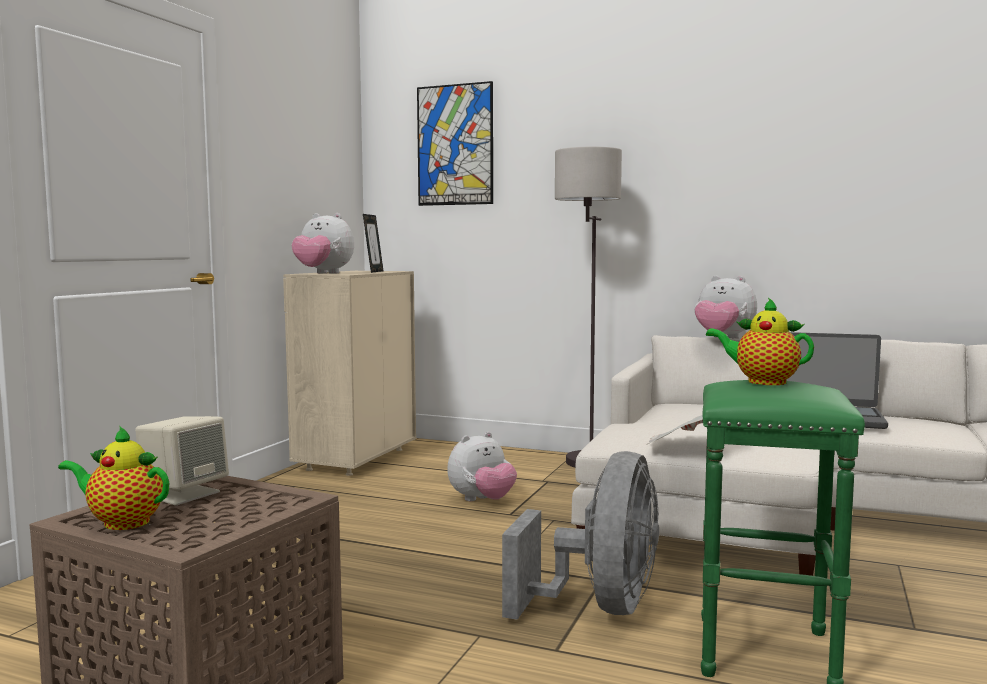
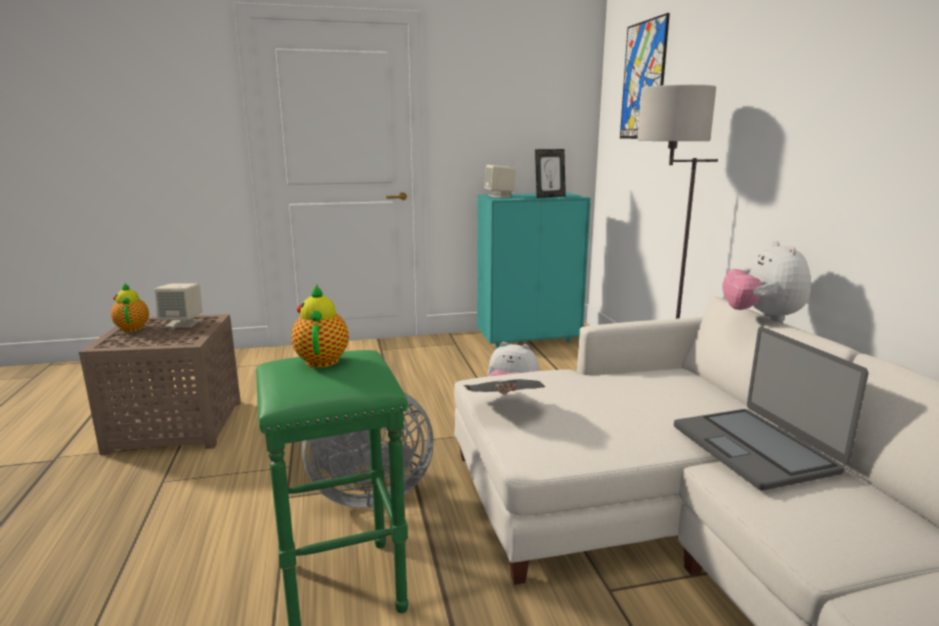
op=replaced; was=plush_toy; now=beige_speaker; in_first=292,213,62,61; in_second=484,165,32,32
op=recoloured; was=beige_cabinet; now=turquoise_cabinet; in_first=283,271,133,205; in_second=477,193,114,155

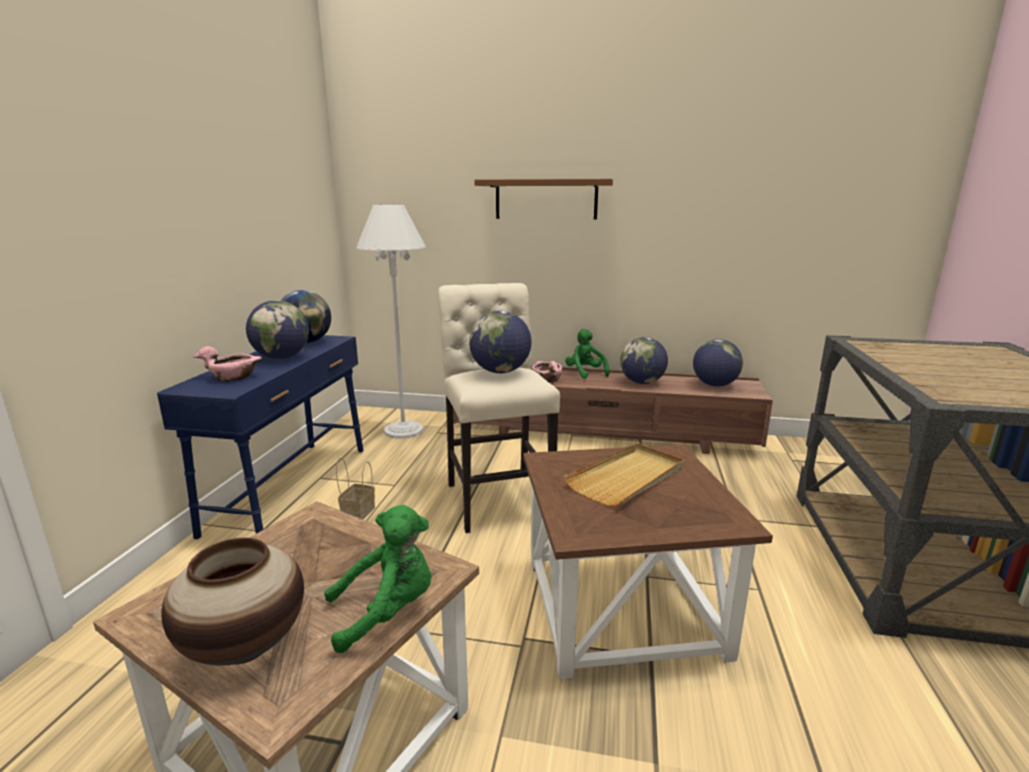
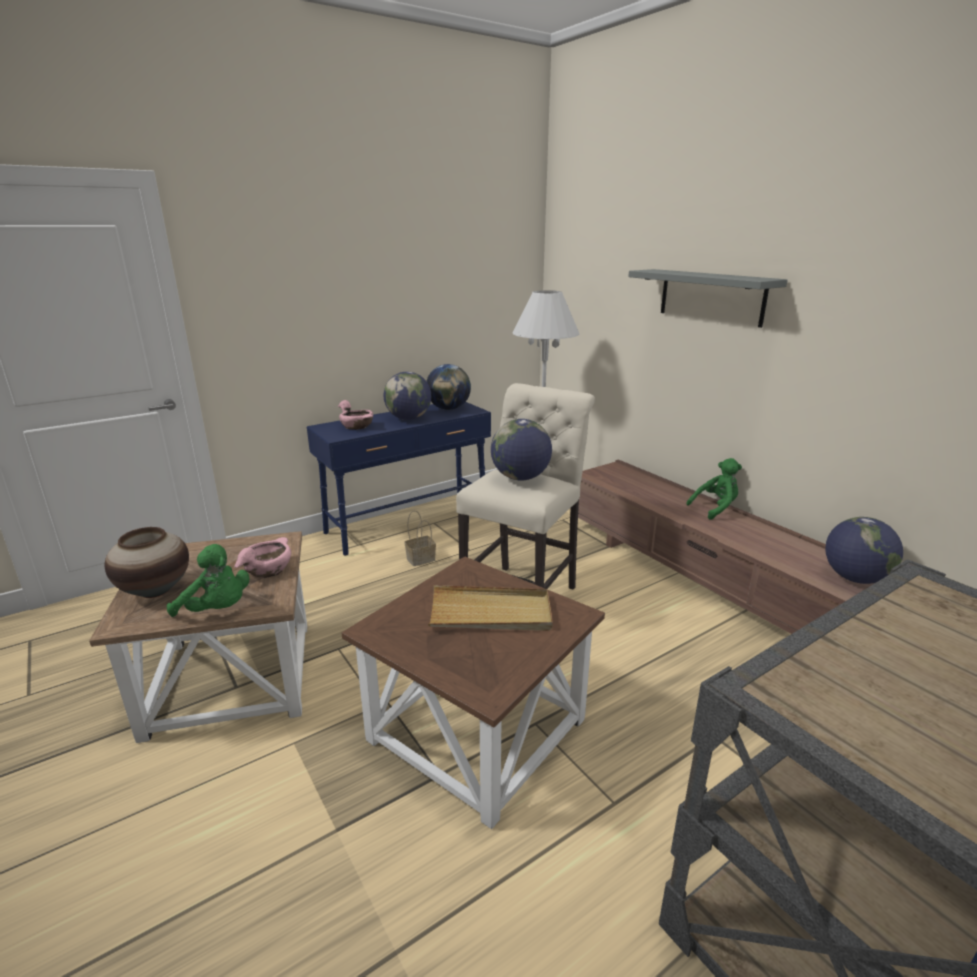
op=removed; was=globe; in_first=620,337,48,47
op=moved; was=pink_bowl; in_first=531,361,31,21; in_second=234,537,57,41
op=recoloured; was=brown_shelf; now=grey_shelf; in_first=474,179,139,41; in_second=628,269,160,59
op=turned; was=green_plush_toy; in_first=565,329,45,50; in_second=686,458,56,62; clockwise=45

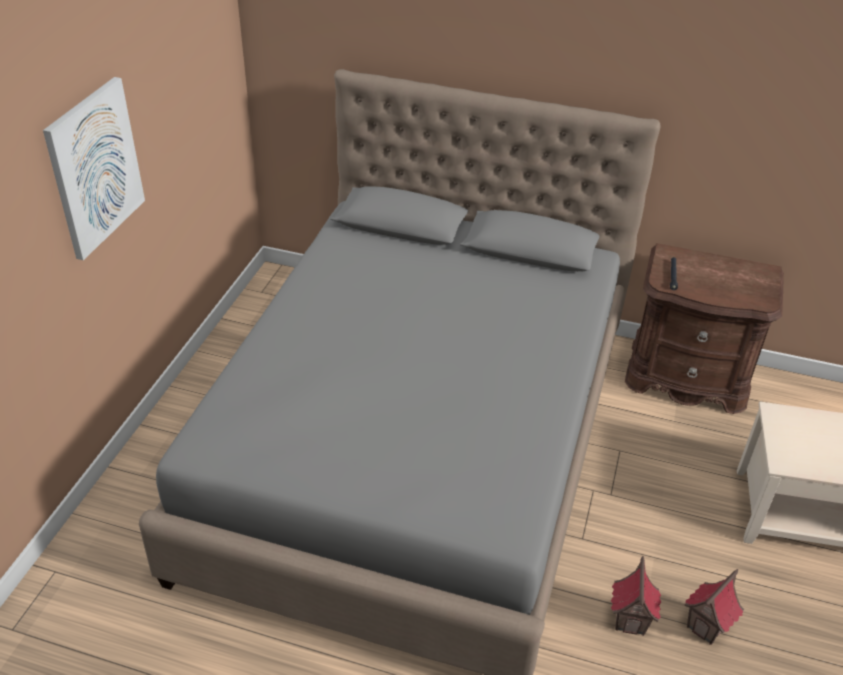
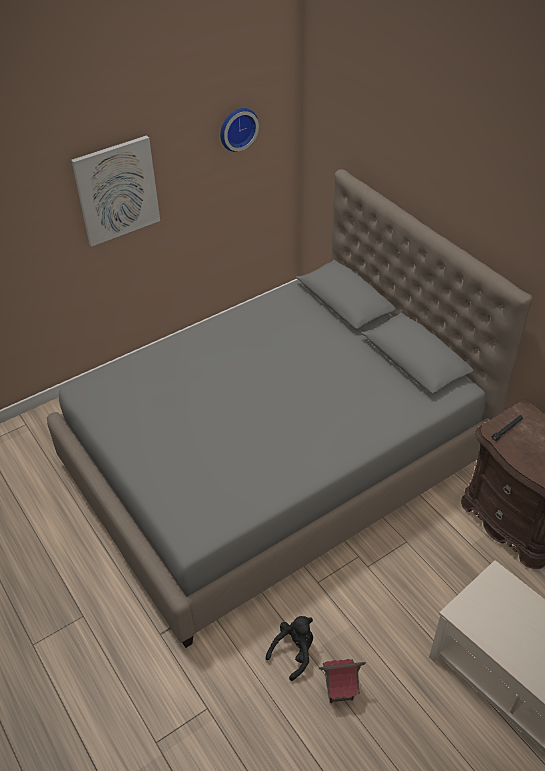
op=added; now=wall_clock; in_second=220,108,39,44
op=replaced; was=toy_house; now=black_plush_toy; in_first=611,556,50,80; in_second=266,616,47,65

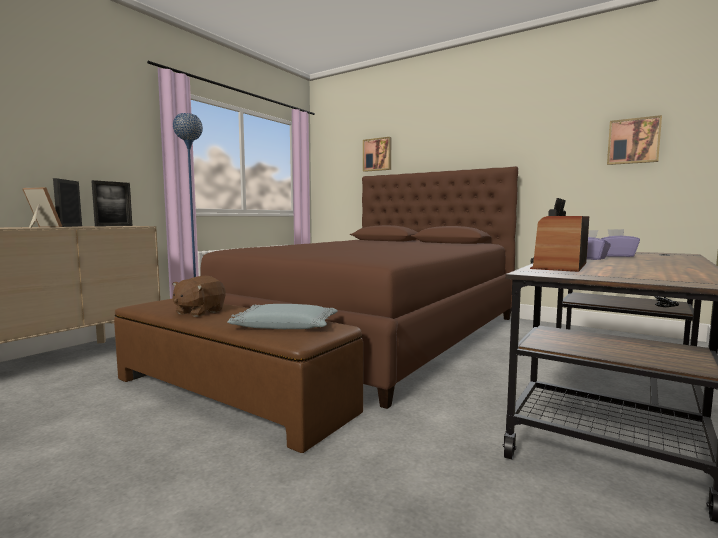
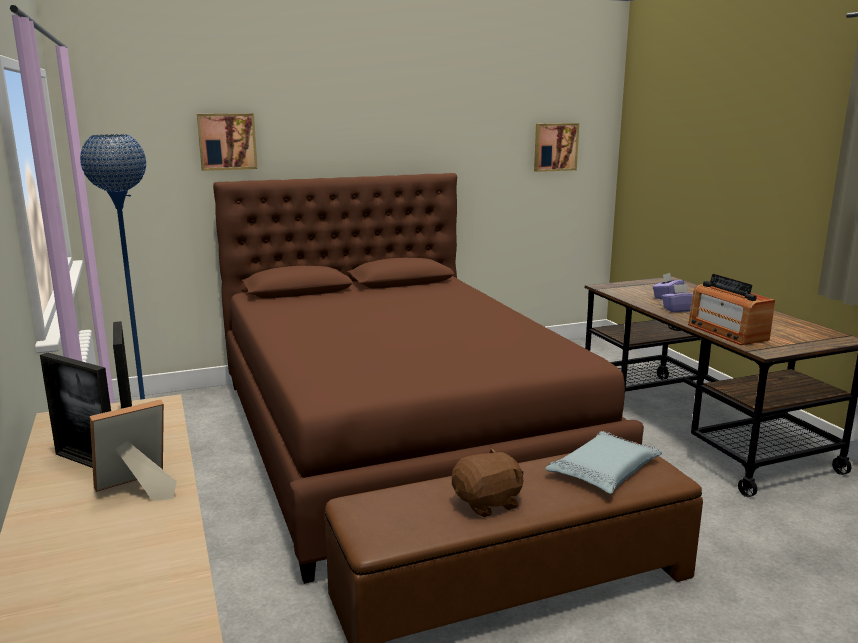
op=turned; was=brown_plush_toy; in_first=173,276,53,41; in_second=452,448,71,69; clockwise=-90

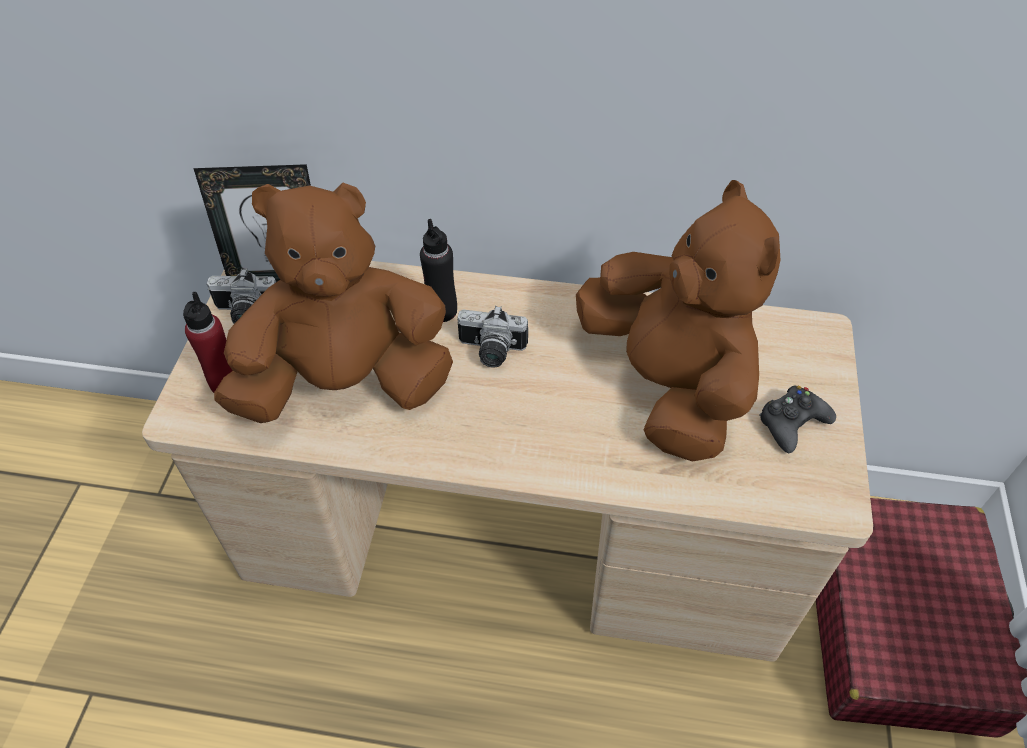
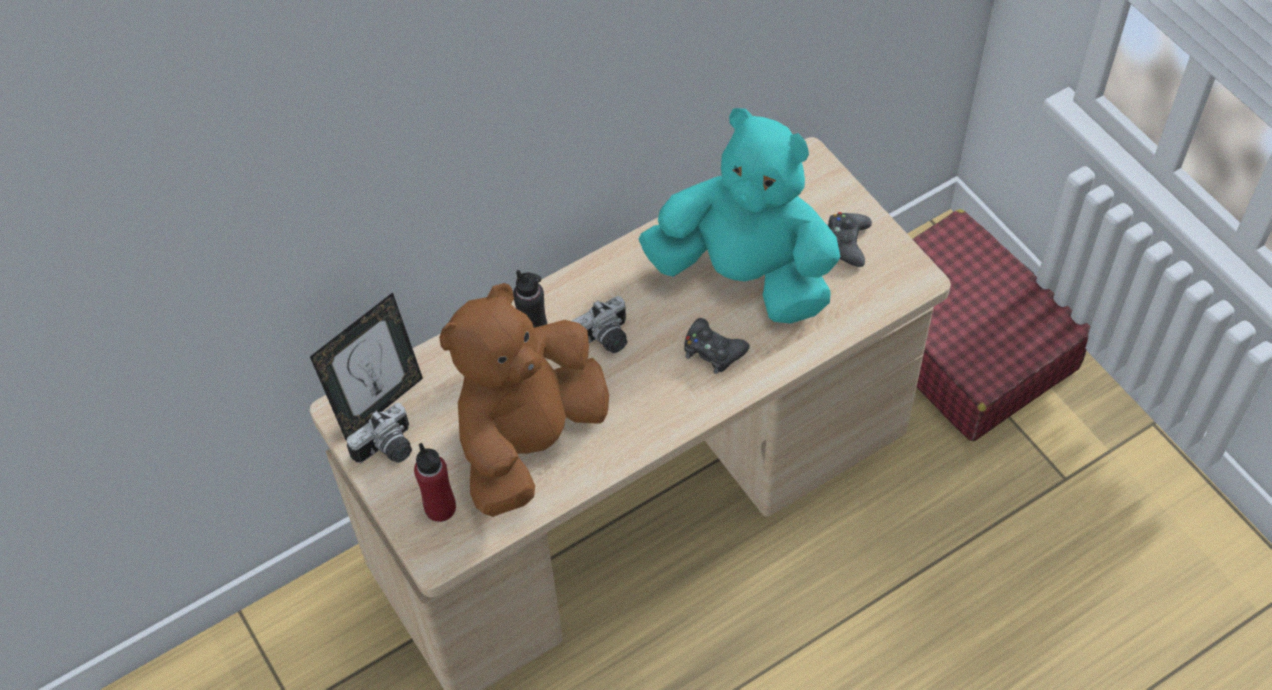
op=added; now=black_game_controller; in_second=684,318,66,56
op=recoloured; was=brown_plush_toy; now=turquoise_plush_toy; in_first=576,180,205,282; in_second=639,108,201,216

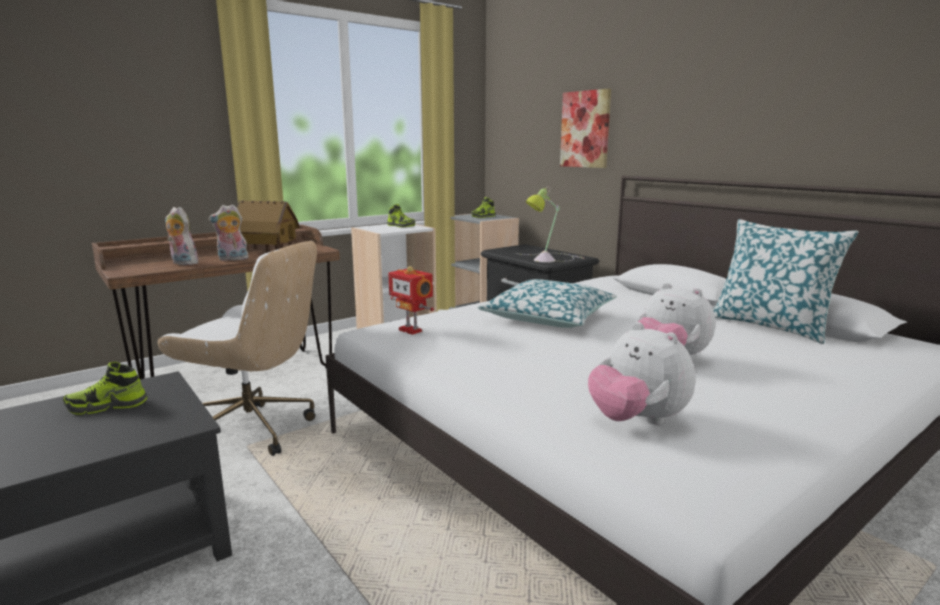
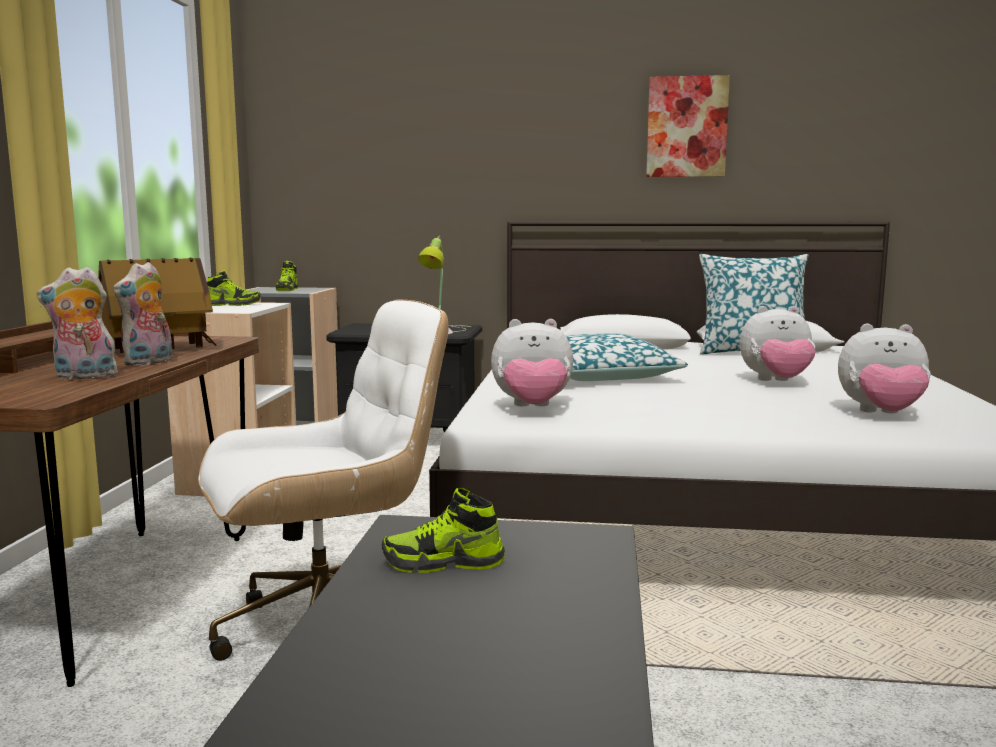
op=moved; was=picture; in_first=560,89,51,79; in_second=646,75,84,102
op=replaced; was=toy_robot; now=plush_toy; in_first=388,266,46,69; in_second=491,319,82,87
op=turned; was=shoe; in_first=63,362,84,53; in_second=382,488,123,85; clockwise=60

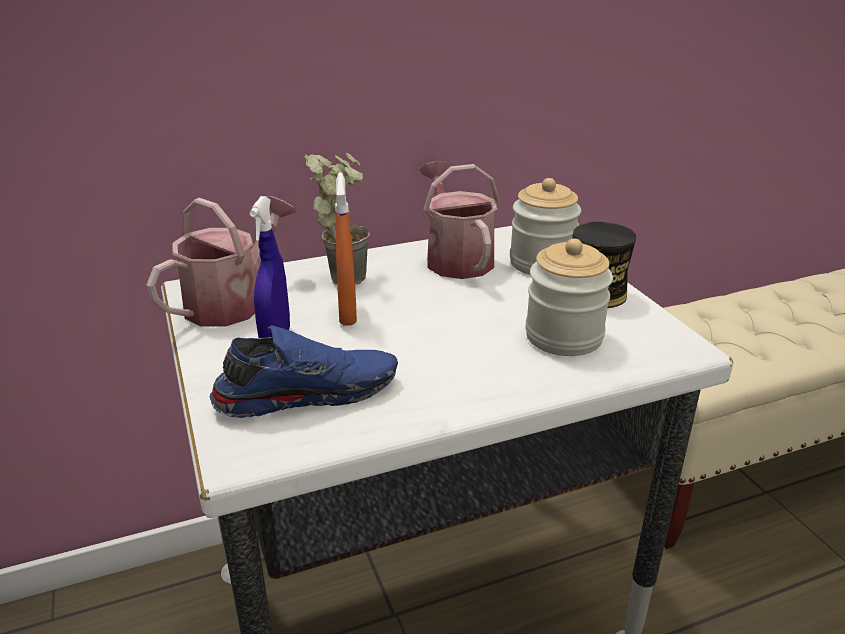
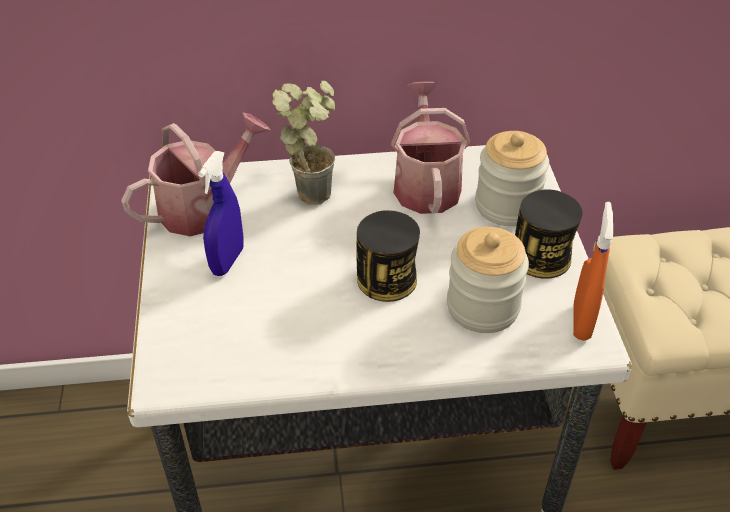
op=removed; was=blue_shoe; in_first=210,325,188,93
op=added; now=can; in_second=356,210,64,92
op=moved; was=orange_spray_bottle; in_first=335,172,22,154; in_second=573,202,40,139

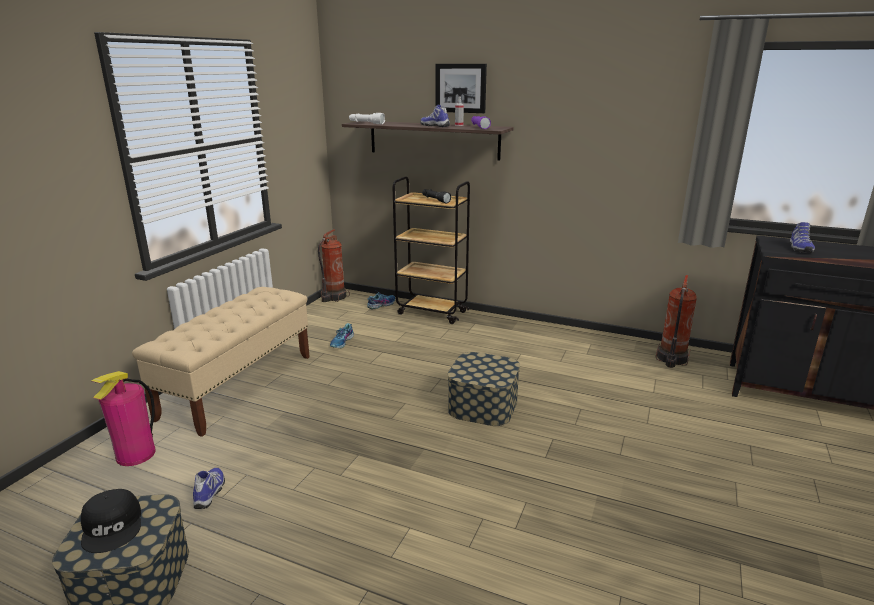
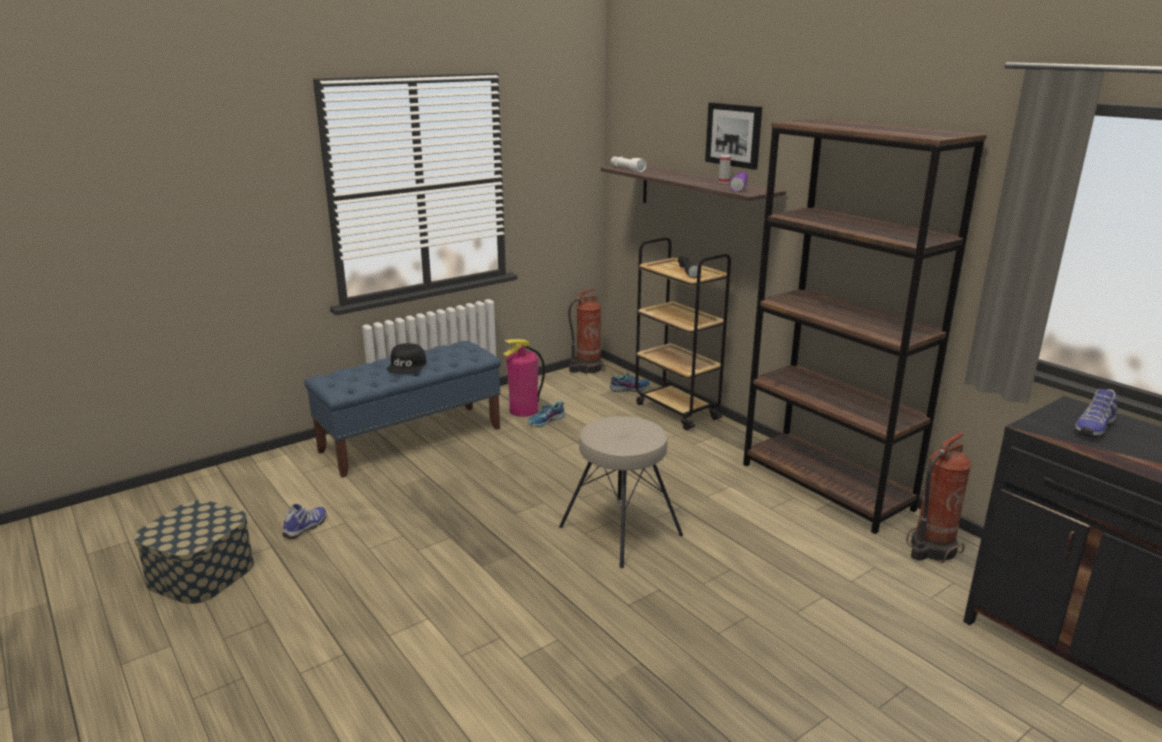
op=removed; was=shoe; in_first=420,105,30,22
op=added; now=brown_bookcase; in_second=743,118,244,416
op=moved; was=black_cap; in_first=81,489,60,64; in_second=387,343,39,31
op=moved; was=fire_extinguisher; in_first=92,371,63,95; in_second=503,339,42,78
op=replaced; was=storage_box; now=beige_stool; in_first=448,352,72,74; in_second=559,416,124,152
op=recoloured; was=beige_bench; now=blue_bench; in_first=132,287,178,150; in_second=304,341,197,137

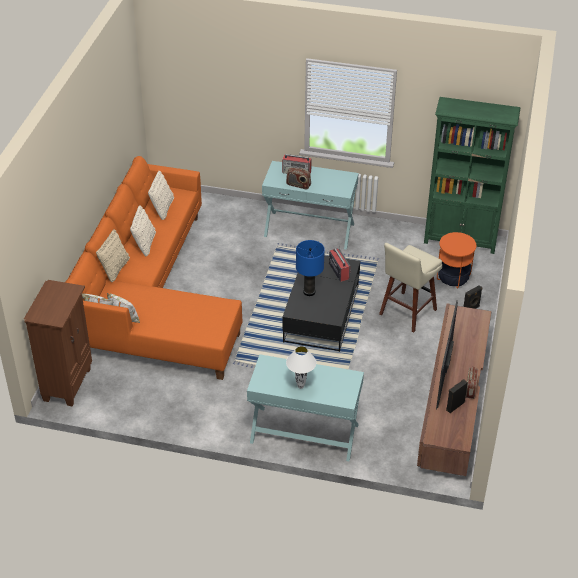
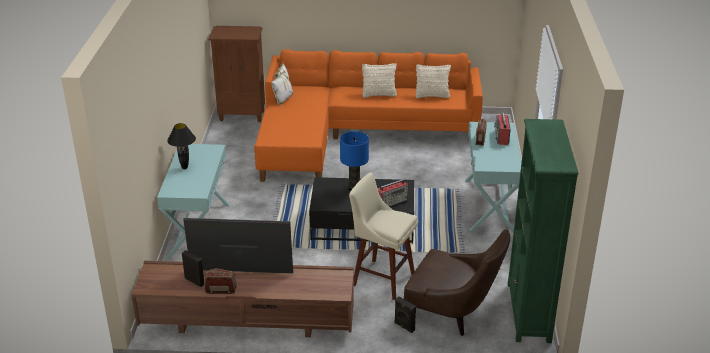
op=removed; was=beige_pillow; in_first=96,229,34,53
op=replaced; was=orange_side_table; now=brown_armchair; in_first=437,232,39,57; in_second=404,229,106,107
op=recoloured; was=white_table_lamp; now=black_table_lamp; in_first=286,346,30,43; in_second=167,123,29,46

